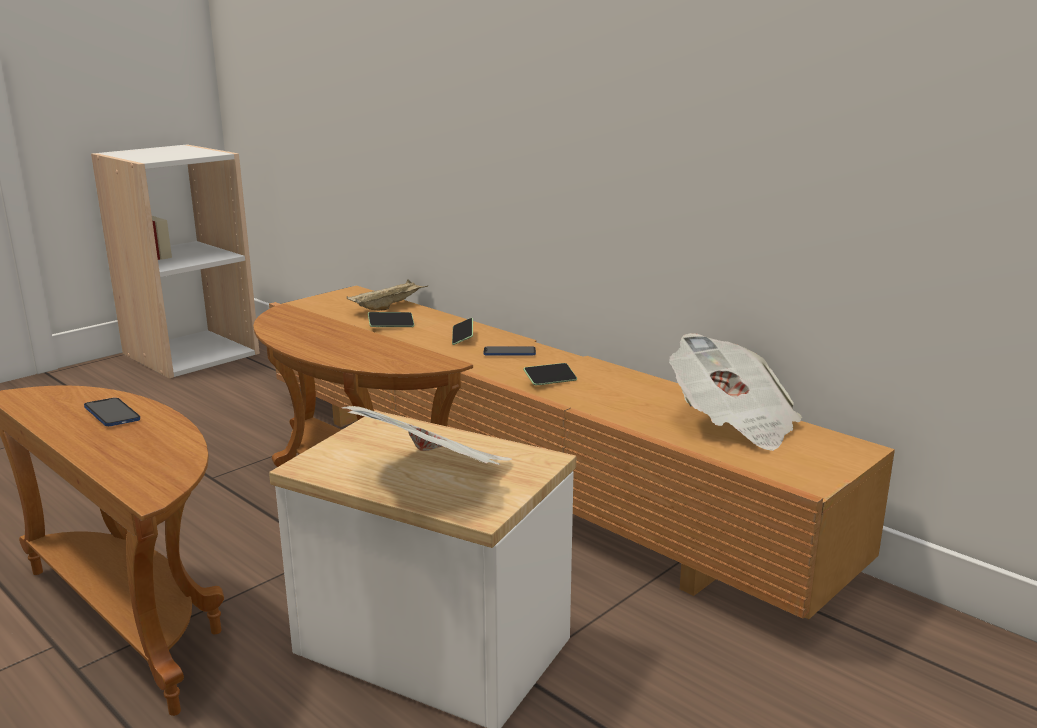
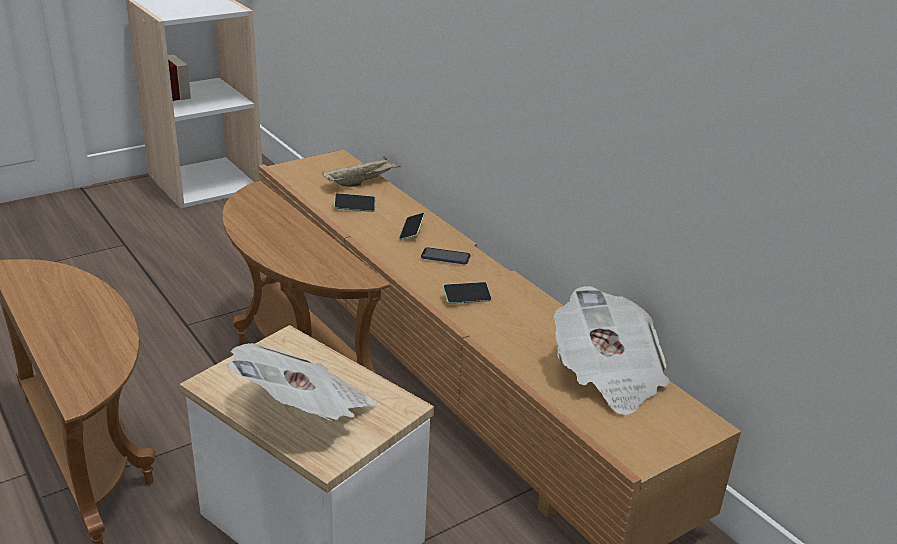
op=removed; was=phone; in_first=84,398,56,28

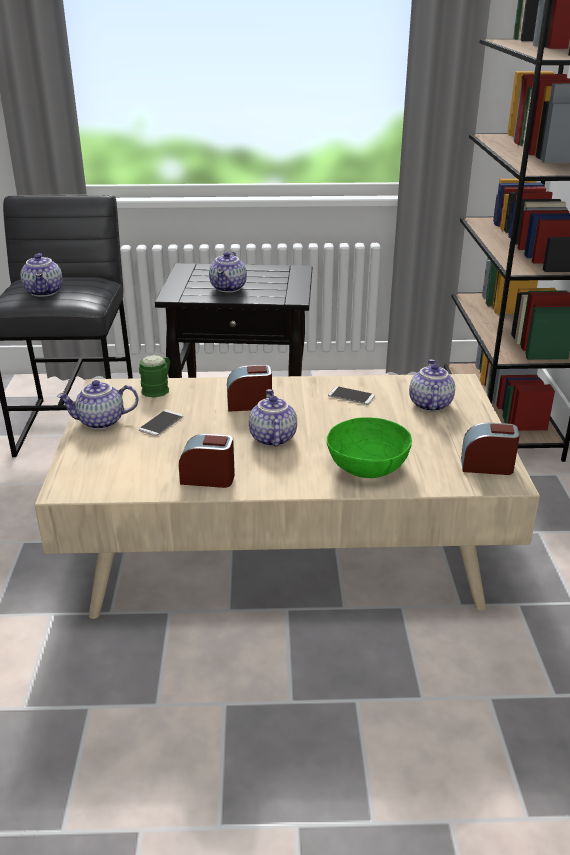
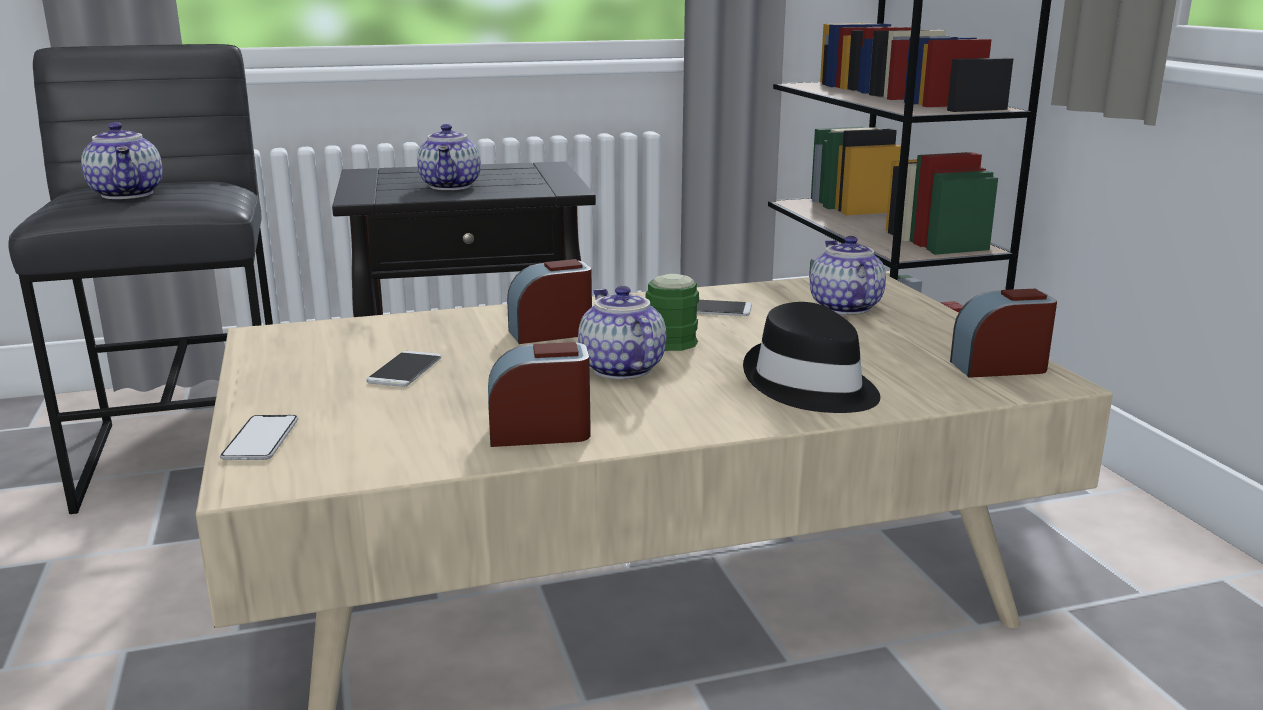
op=removed; was=teapot; in_first=57,380,81,50
op=added; now=phone; in_second=220,415,78,45
op=moved; was=green_mug; in_first=139,355,31,43; in_second=645,274,54,77
op=replaced; was=green_bowl; now=black_hat; in_first=327,417,85,61; in_second=743,302,137,111

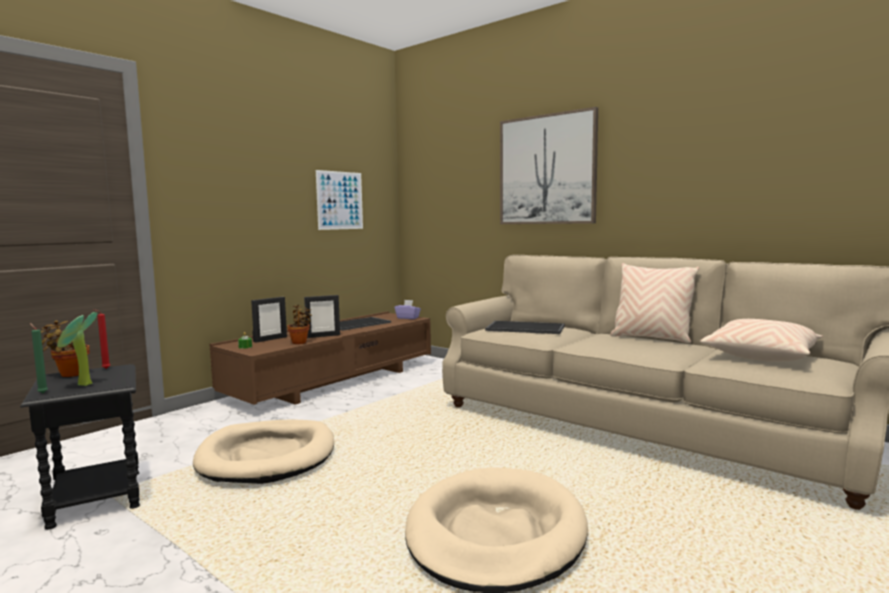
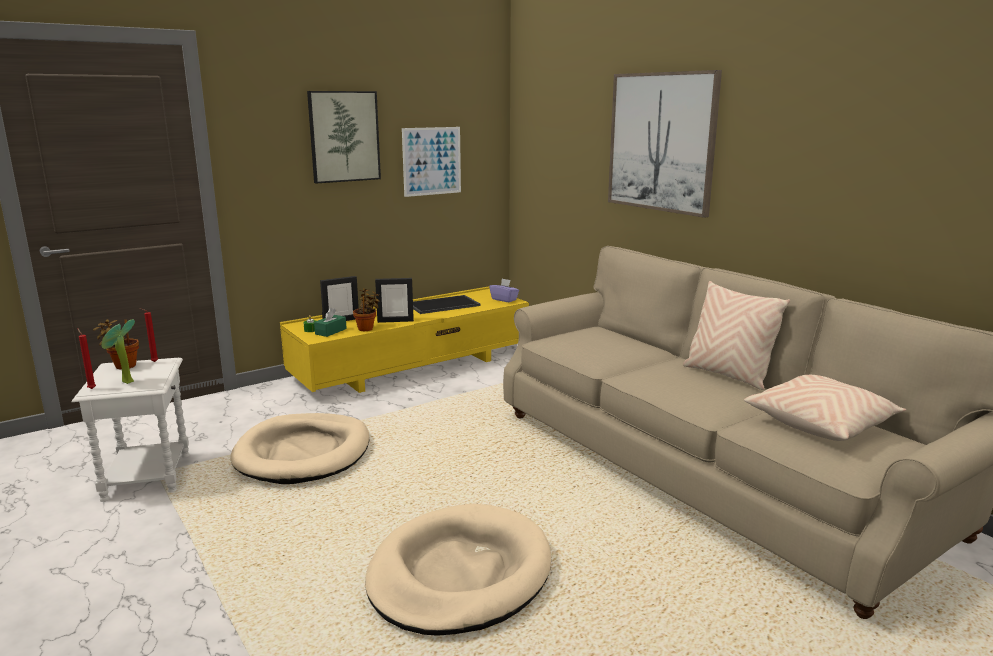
op=removed; was=tray; in_first=485,321,80,13
op=added; now=picture; in_second=307,91,74,92
op=added; now=green_tissue_box; in_second=314,307,33,30
op=recoloured; was=black_side_table; now=white_side_table; in_first=20,364,120,166; in_second=72,358,118,144
op=recoloured; was=green_candle; now=red_candle; in_first=30,323,18,70; in_second=78,329,18,60
op=recoloured; was=brown_tv_stand; now=yellow_tv_stand; in_first=210,311,221,94; in_second=280,286,249,107

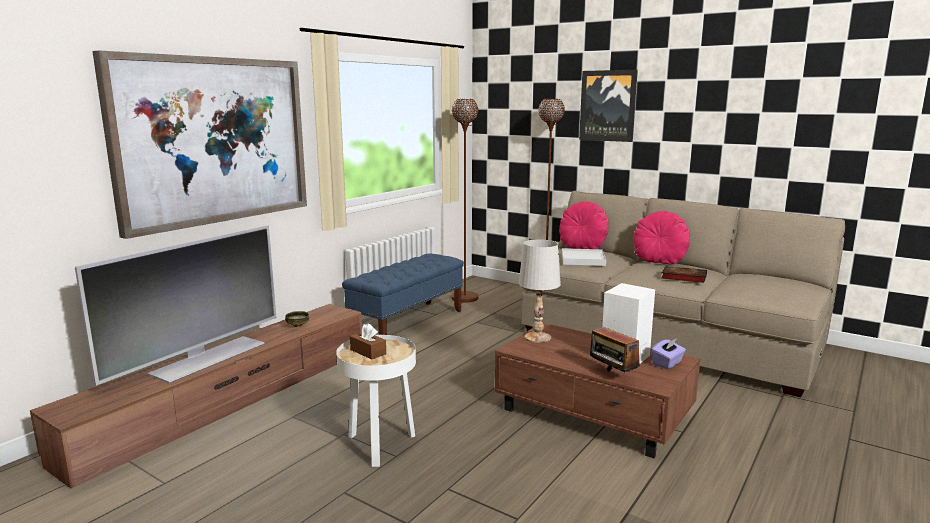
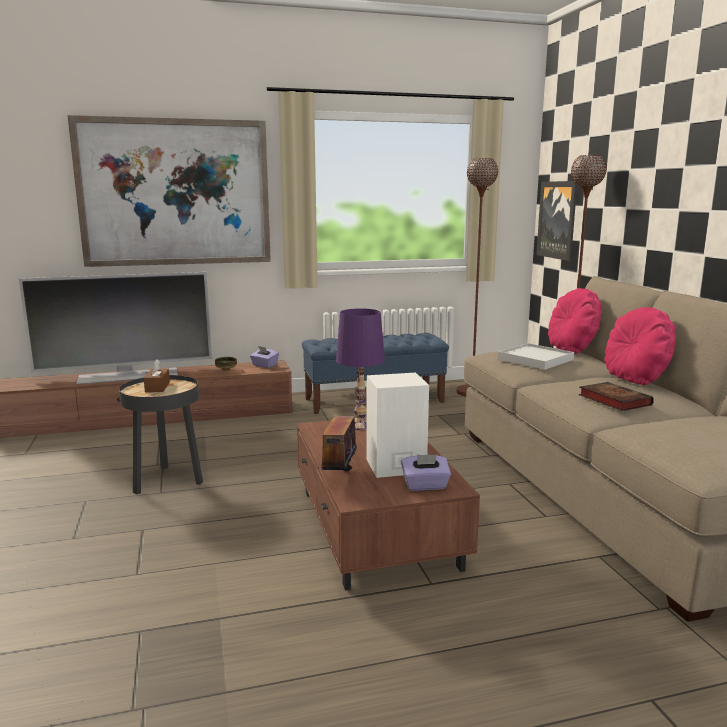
op=added; now=purple_tissue_box; in_second=250,346,29,22
op=moved; was=picture; in_first=579,70,59,72; in_second=536,181,41,80
op=recoloured; was=white_side_table; now=black_side_table; in_first=336,335,80,132; in_second=119,375,84,119
op=recoloured; was=white_table_lamp; now=purple_table_lamp; in_first=519,239,42,104; in_second=336,308,49,122

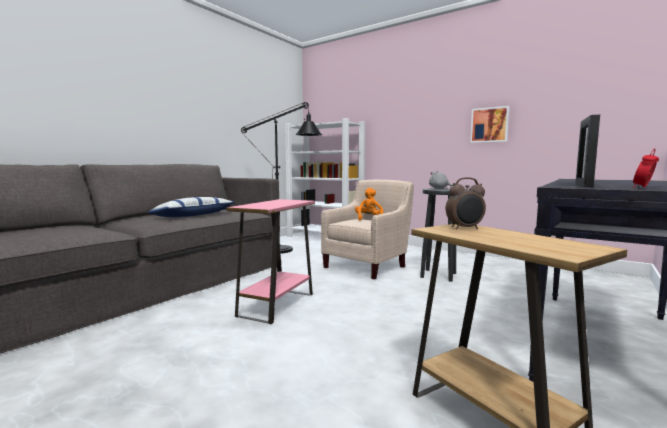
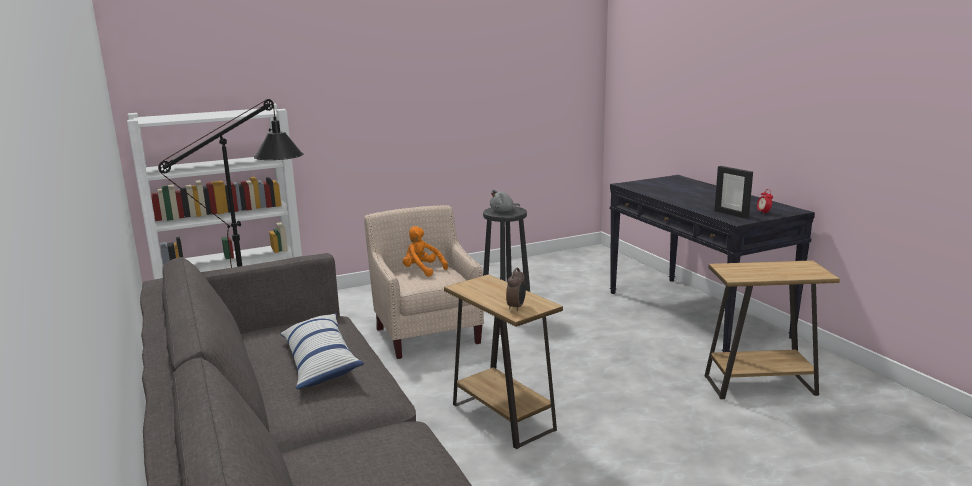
op=removed; was=picture; in_first=470,106,39,37
op=moved; was=alarm_clock; in_first=446,178,40,52; in_second=506,268,20,43
op=recoloured; was=pink_side_table; now=brown_side_table; in_first=227,199,88,125; in_second=444,274,119,175

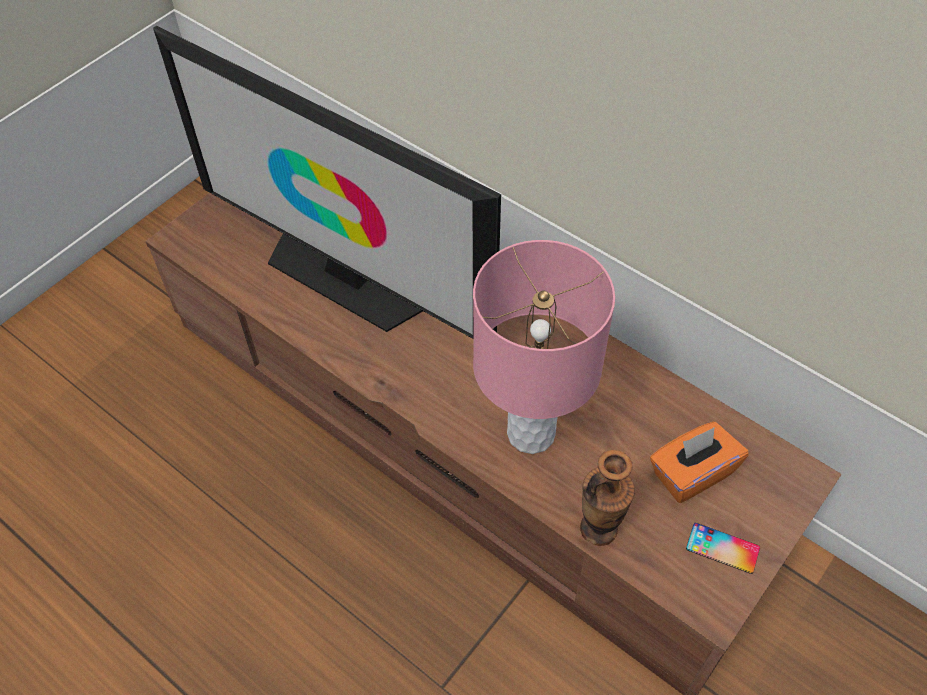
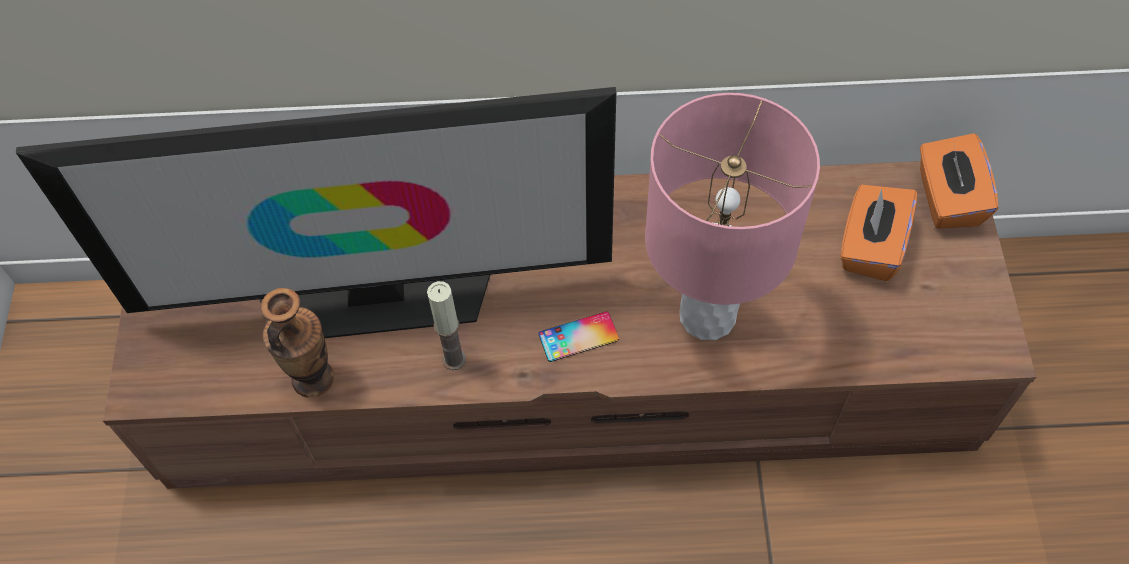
op=added; now=candle; in_second=427,281,39,89
op=added; now=orange_tissue_box; in_second=920,133,78,96
op=moved; was=vase; in_first=580,450,55,96; in_second=261,288,73,110
op=moved; was=phone; in_first=686,523,74,51; in_second=539,311,80,51

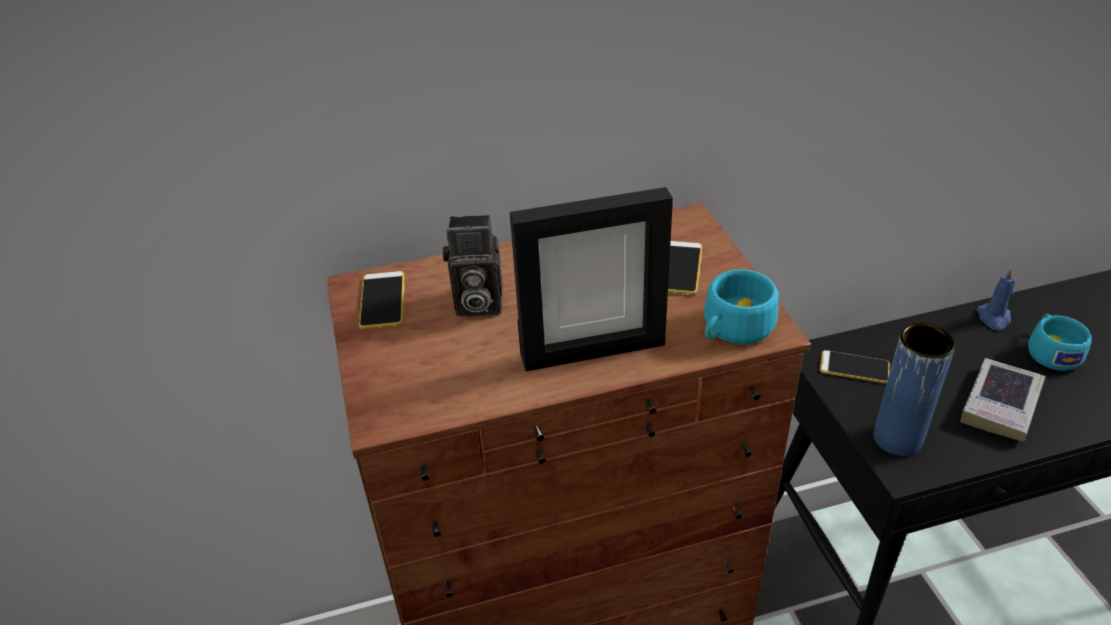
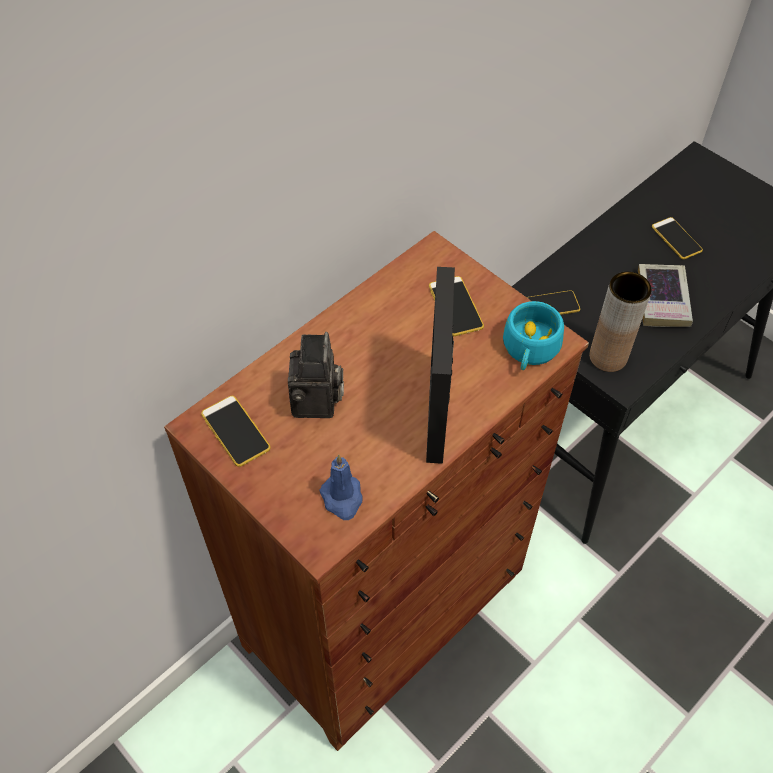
op=moved; was=blue_candle; in_first=977,267,38,64; in_second=319,454,44,66
op=replaced; was=turquoise_cup; now=phone; in_first=1028,314,64,57; in_second=652,217,51,42
op=recoloured; was=blue_vase; now=brown_vase; in_first=873,323,82,133; in_second=589,272,63,100
op=turned; was=photo_camera; in_first=443,215,60,101; in_second=288,332,56,86; clockwise=-60
op=turned; was=picture_frame; in_first=509,187,164,184; in_second=426,267,29,197; clockwise=135

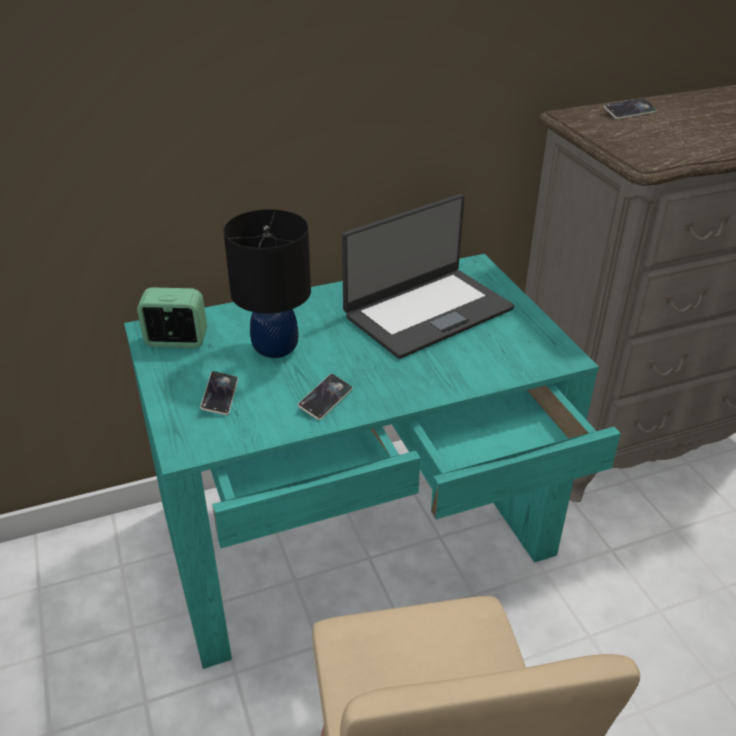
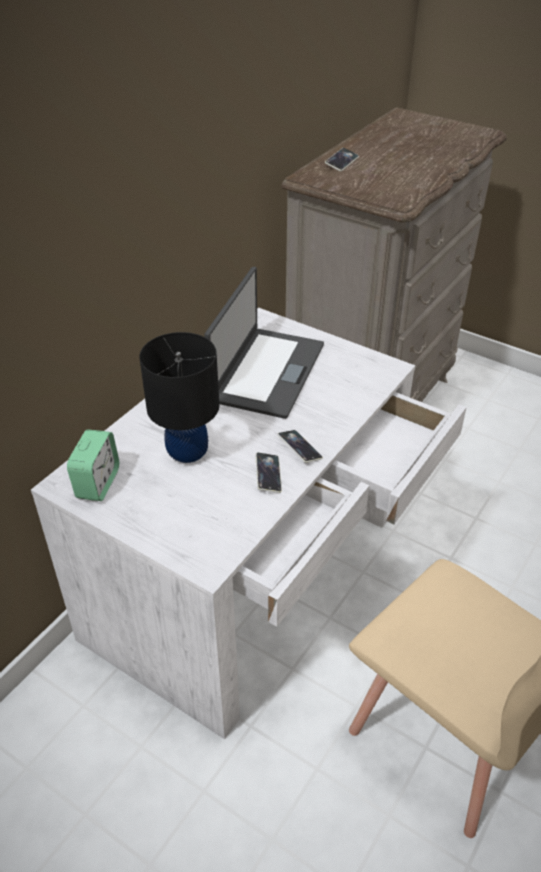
op=moved; was=phone; in_first=200,371,38,44; in_second=277,430,46,33
op=recoloured; was=turquoise_desk; now=white_desk; in_first=124,254,497,415; in_second=31,308,436,431
op=turned; was=alarm_clock; in_first=137,287,70,61; in_second=67,429,52,72; clockwise=135

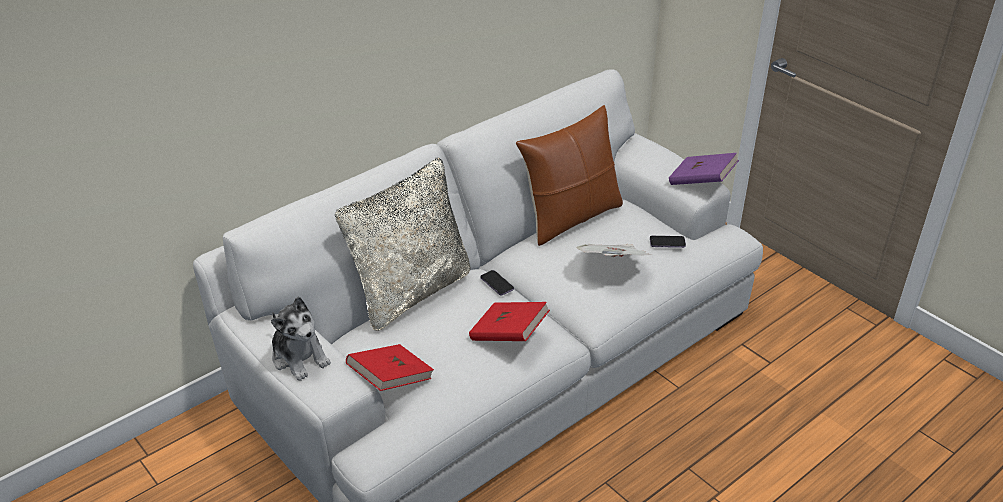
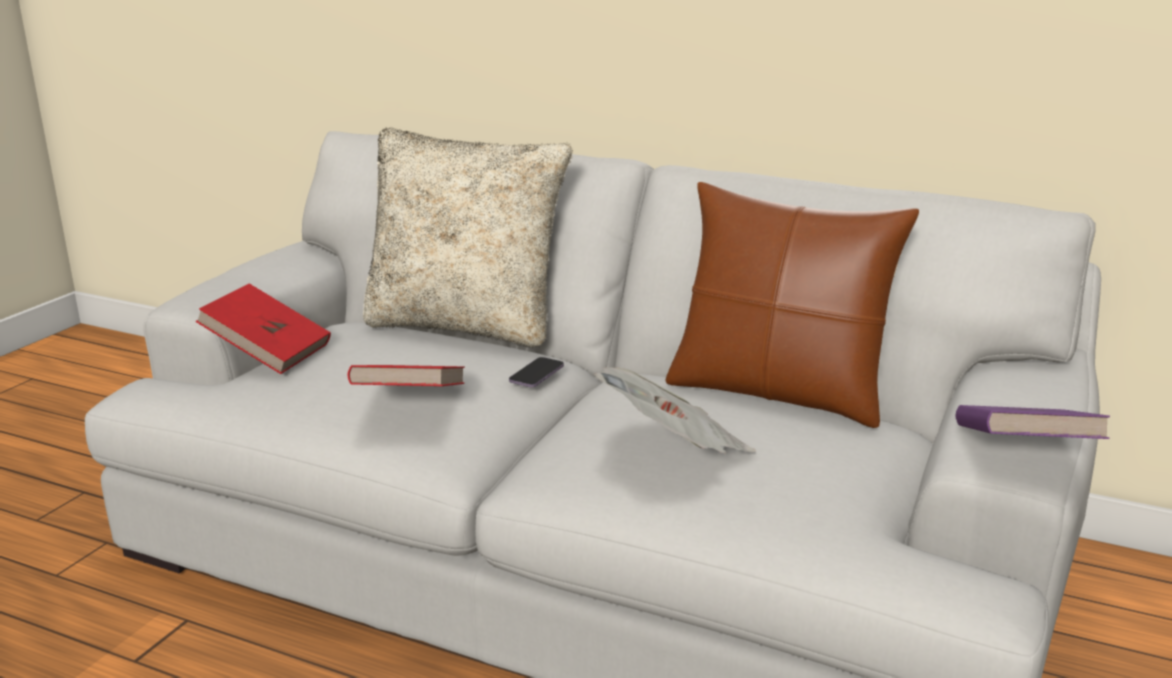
op=removed; was=plush_toy; in_first=271,297,60,84
op=removed; was=phone; in_first=650,236,36,12

